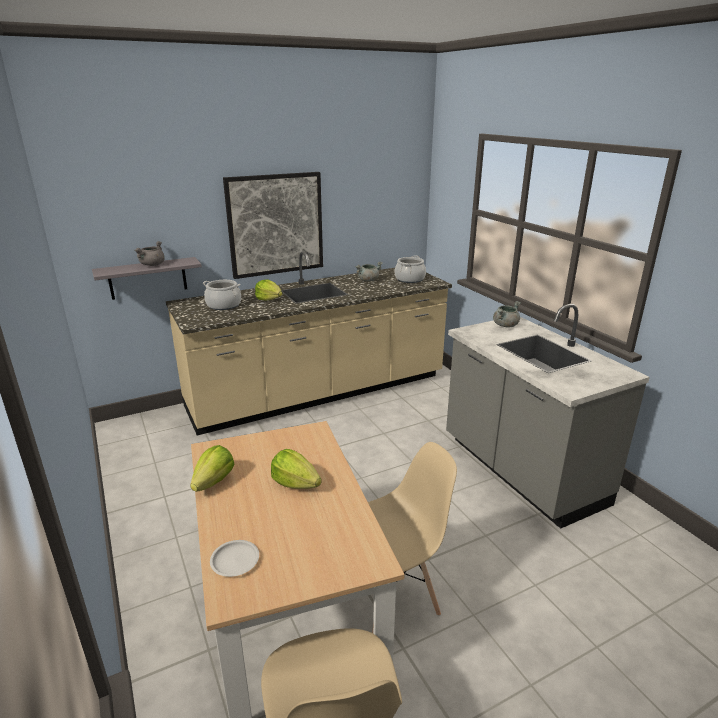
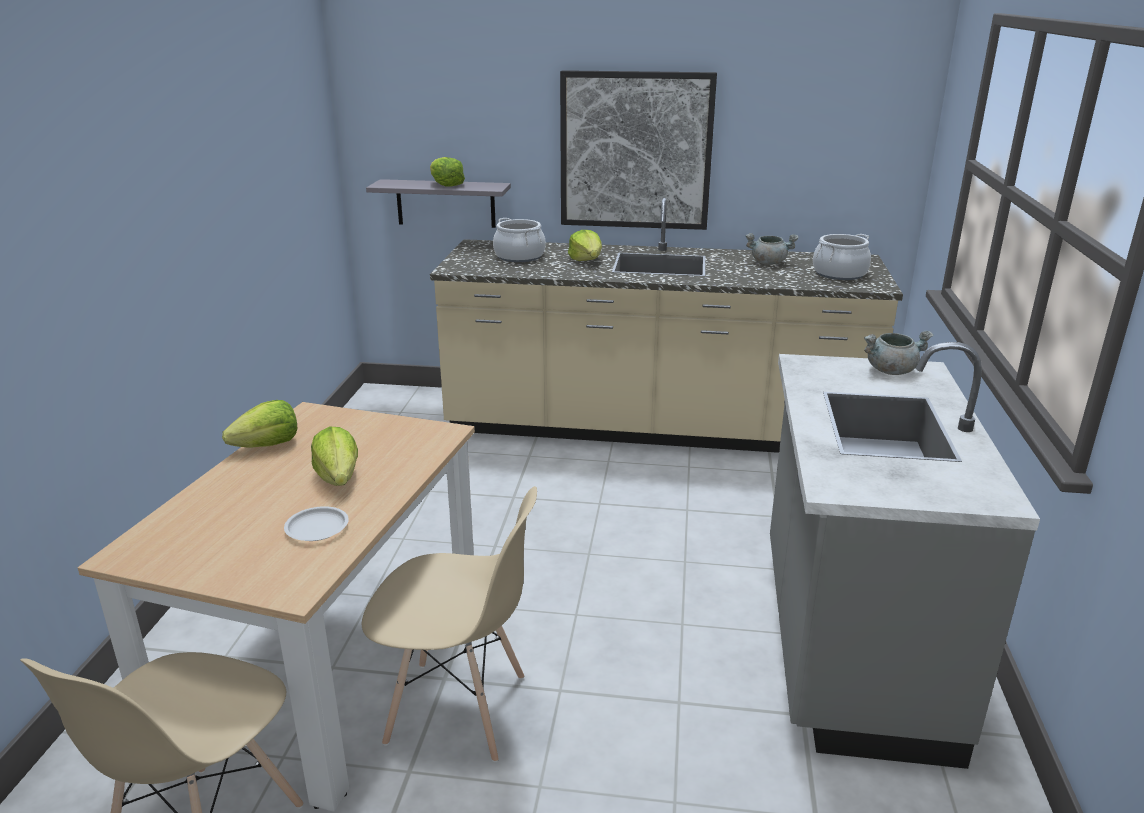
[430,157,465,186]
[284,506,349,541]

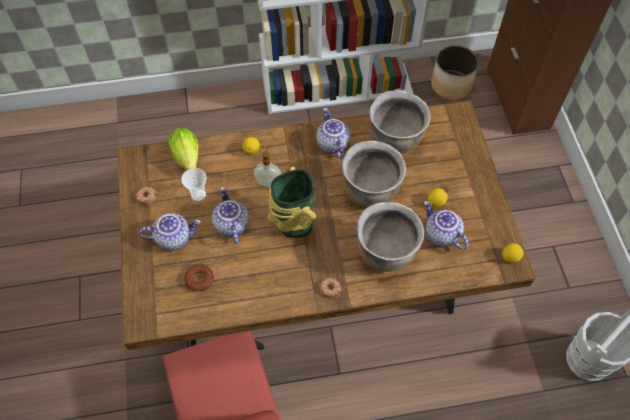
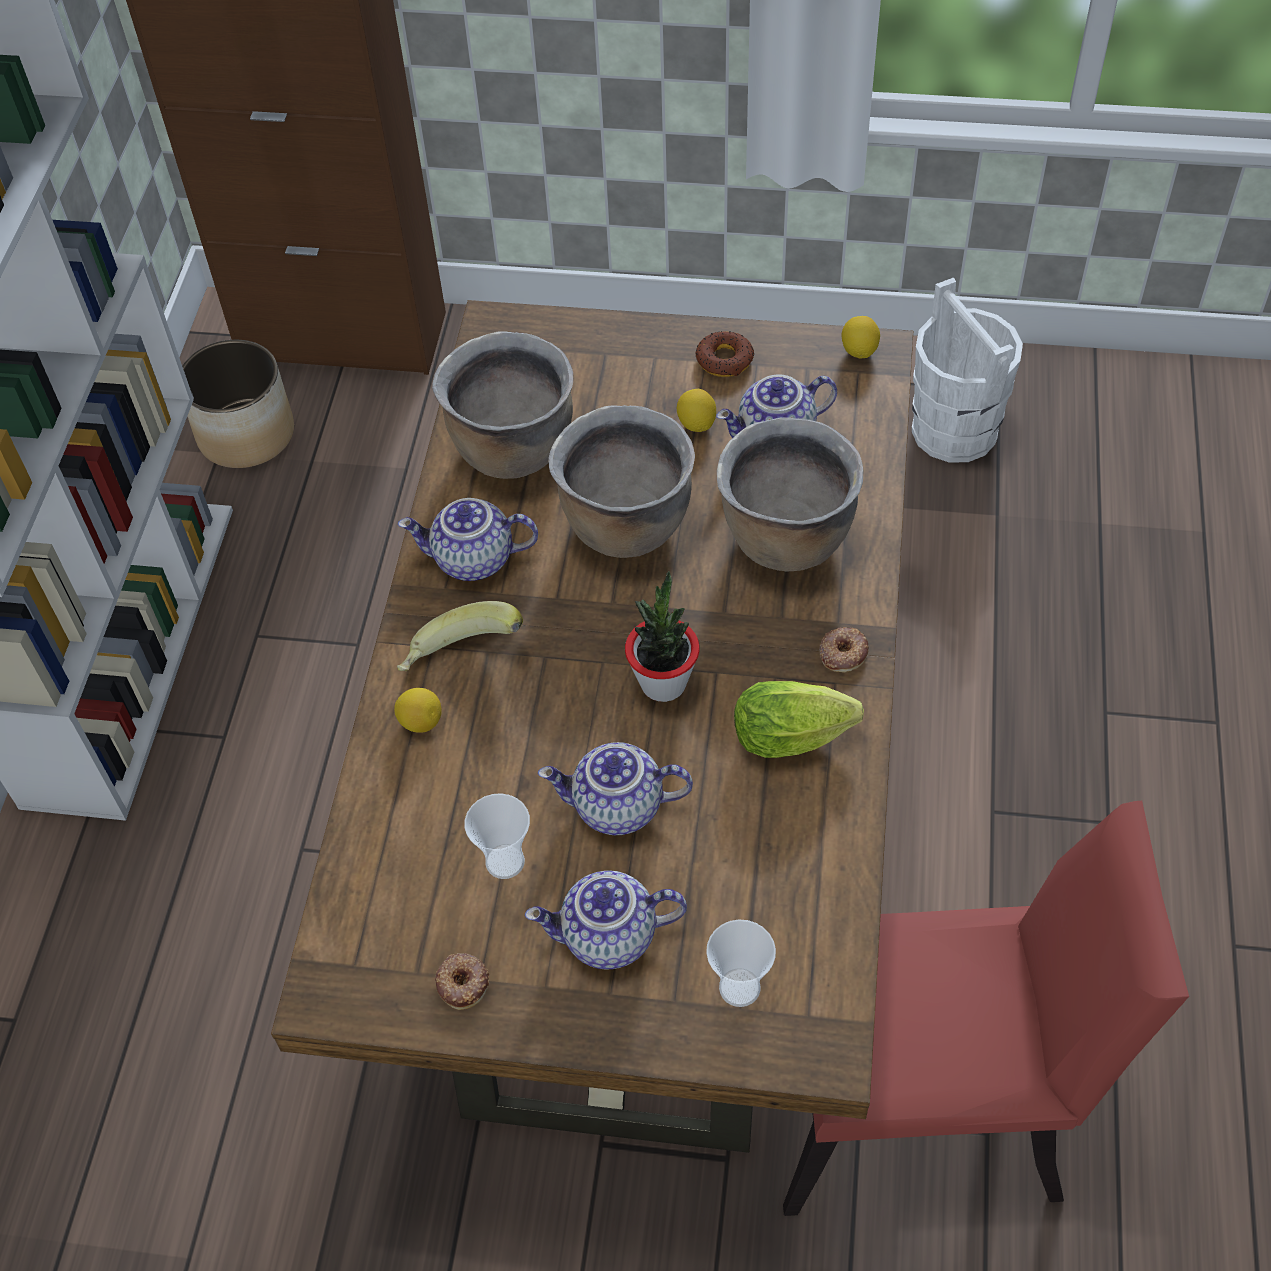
[525,870,687,969]
[734,681,864,758]
[696,331,754,377]
[254,147,281,187] (first image)
[625,571,700,702]
[397,601,523,671]
[706,919,776,1007]

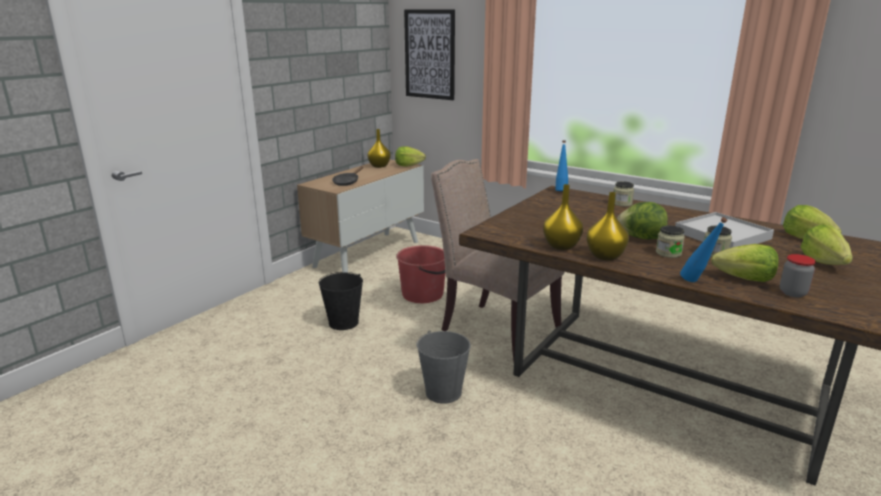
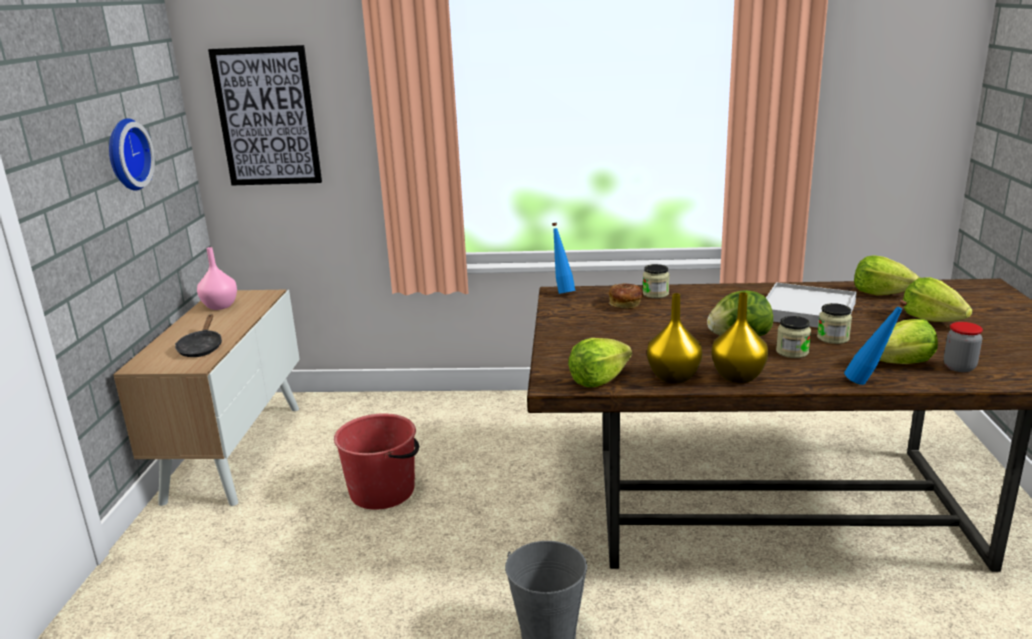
[319,272,363,330] (first image)
[197,247,237,310]
[568,338,632,387]
[431,159,564,361] (first image)
[109,118,155,191]
[609,283,643,309]

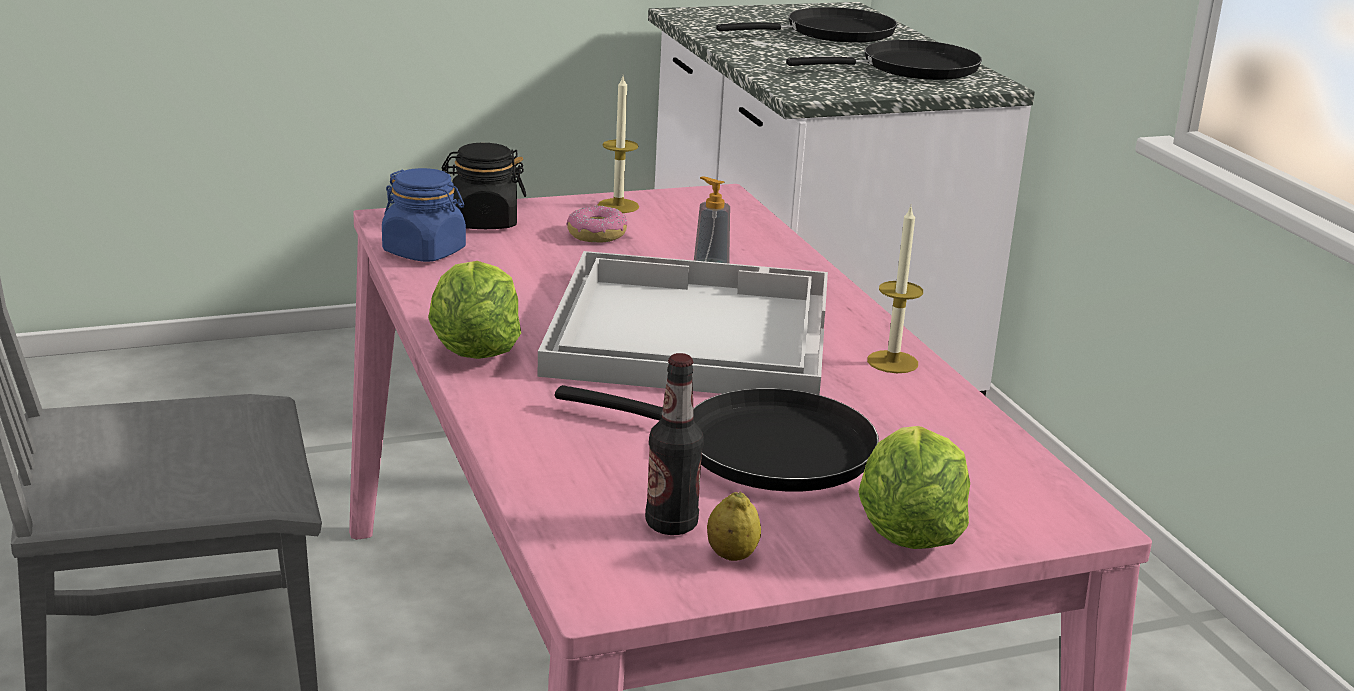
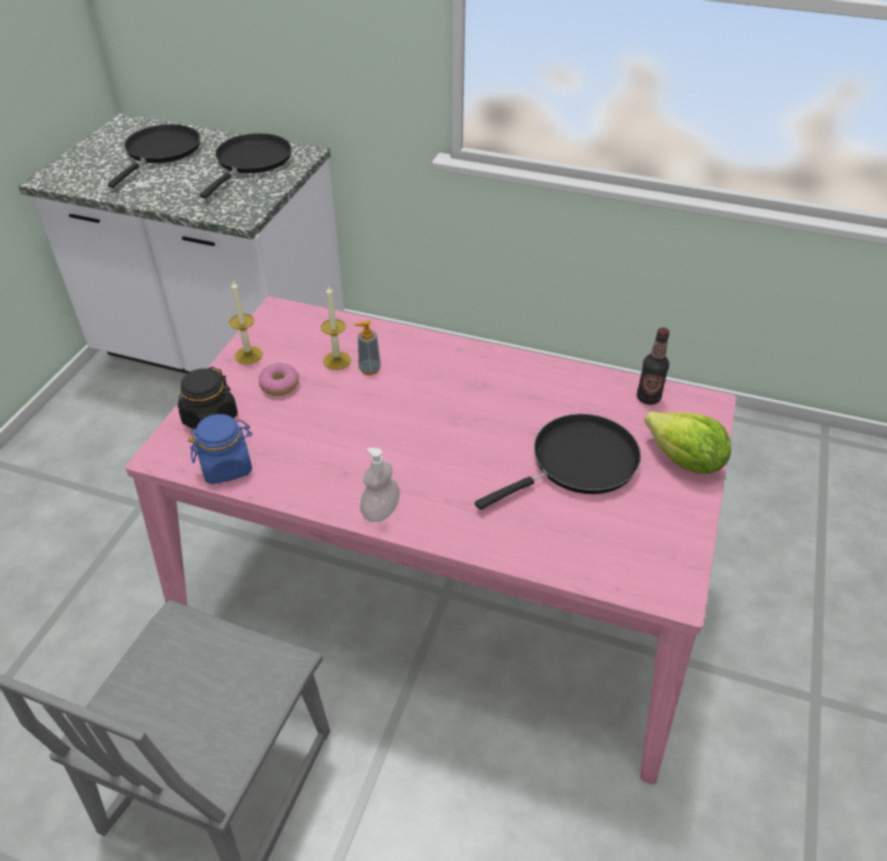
[360,448,400,522]
[537,251,828,395] (first image)
[637,327,670,405]
[707,491,761,561] (first image)
[321,285,351,370]

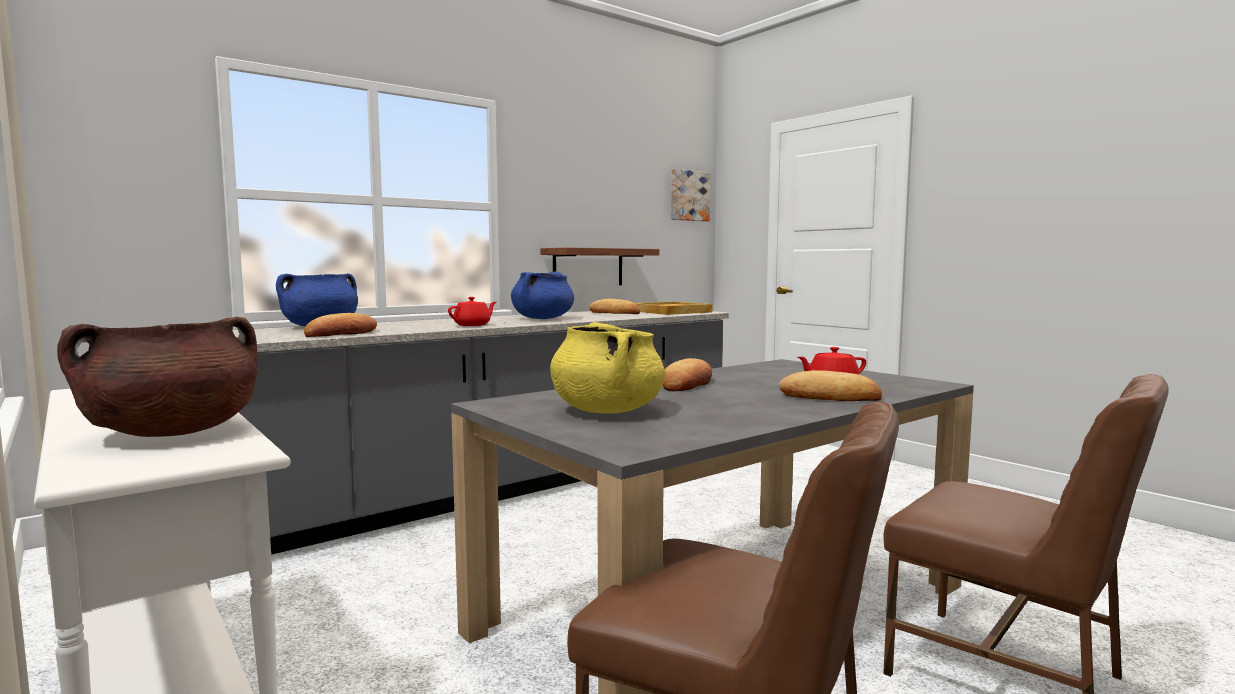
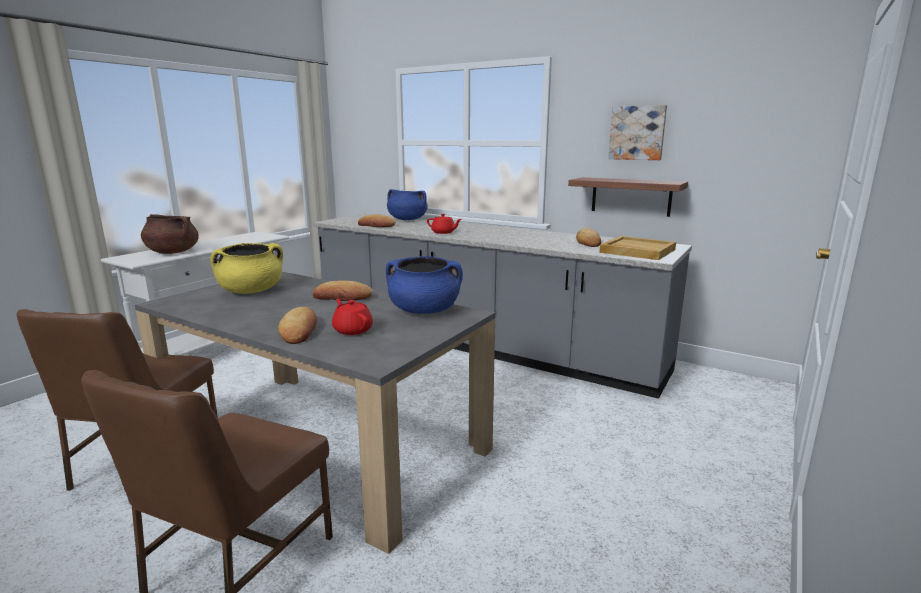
[386,256,463,314]
[608,105,667,160]

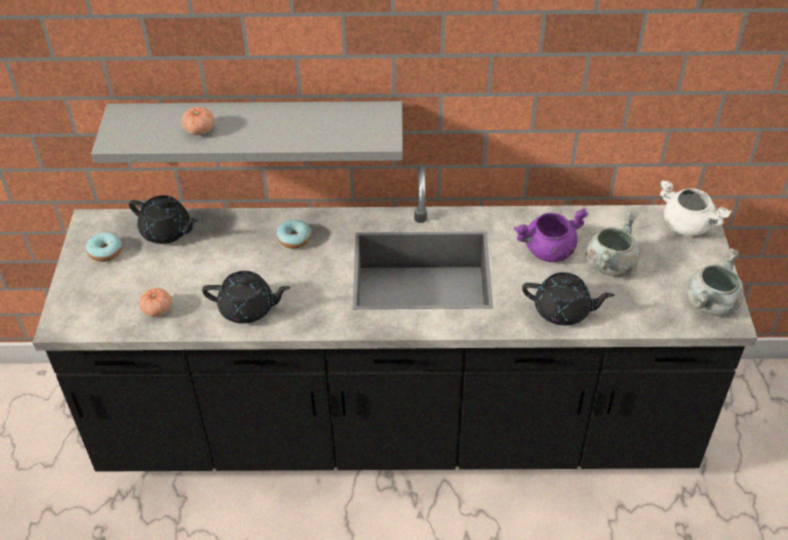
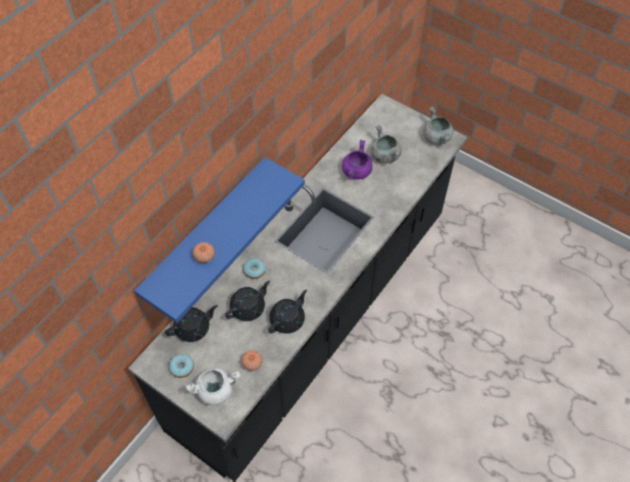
[134,157,305,323]
[225,281,270,321]
[186,368,241,405]

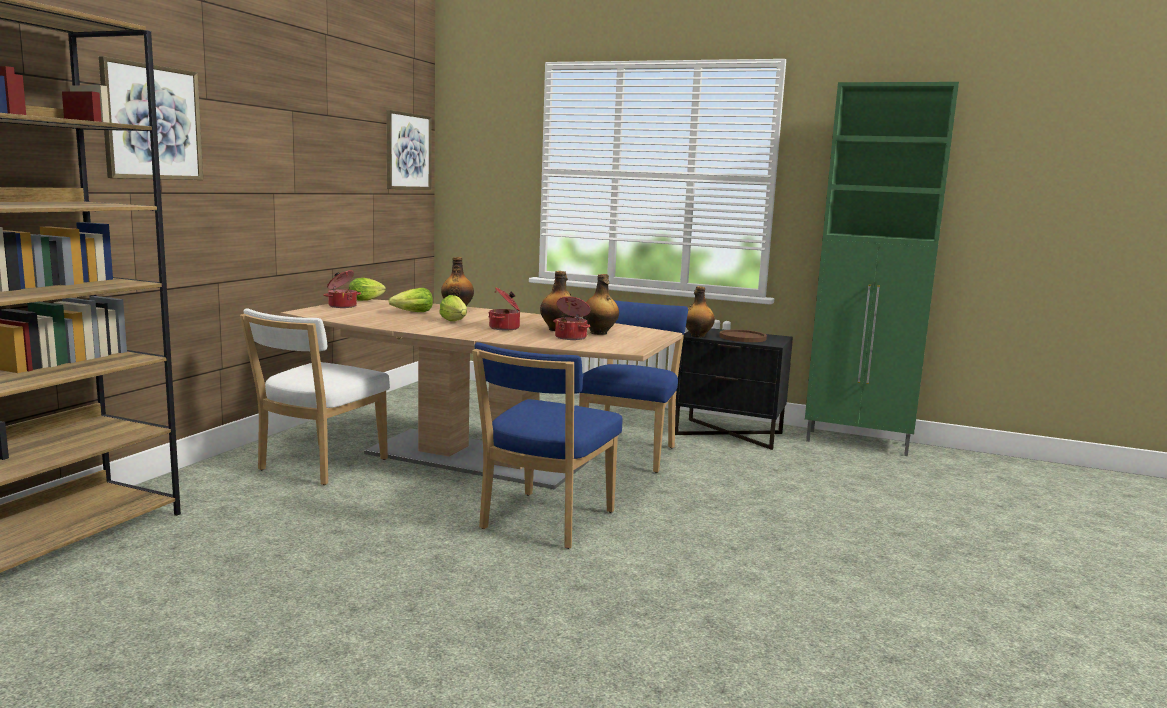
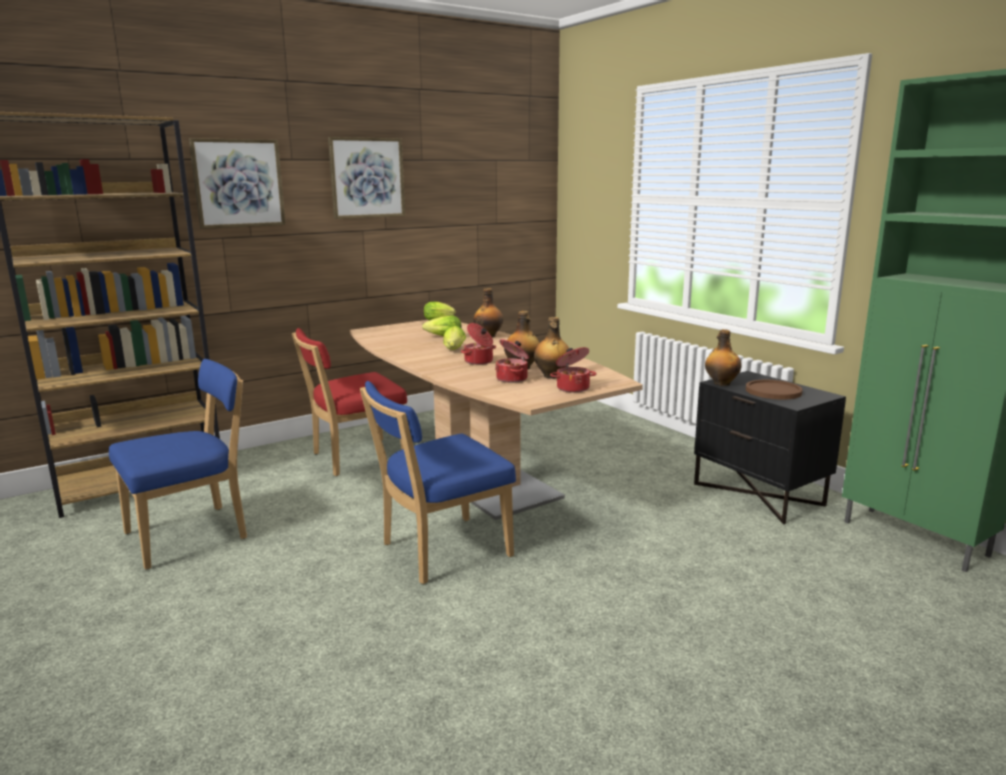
[292,328,407,476]
[550,347,596,393]
[328,137,405,219]
[109,359,247,570]

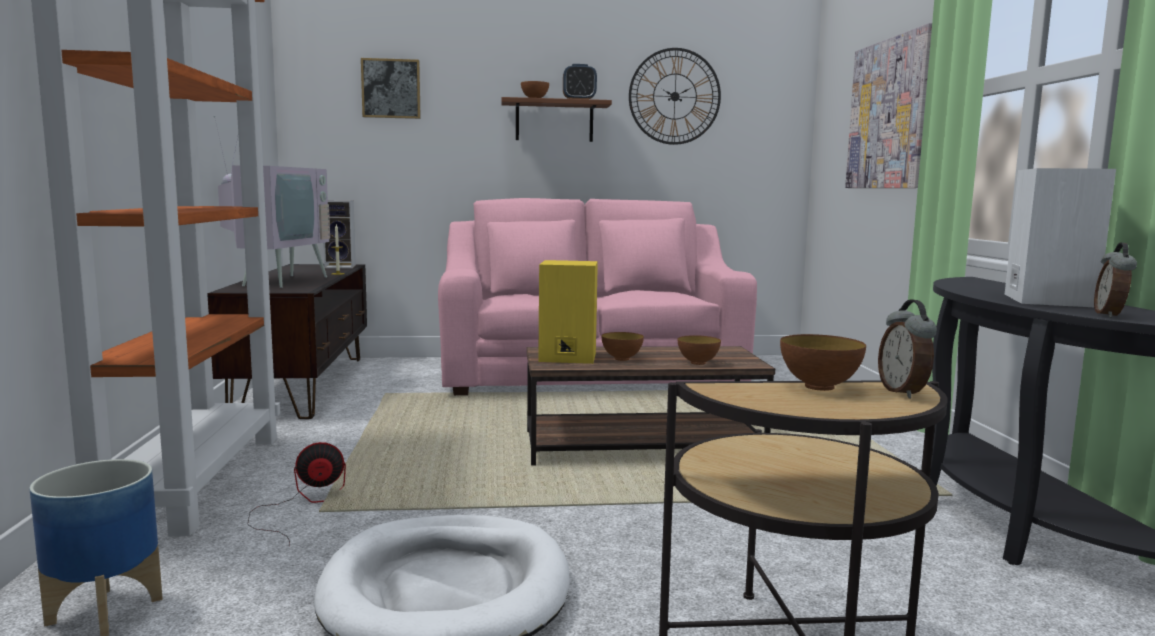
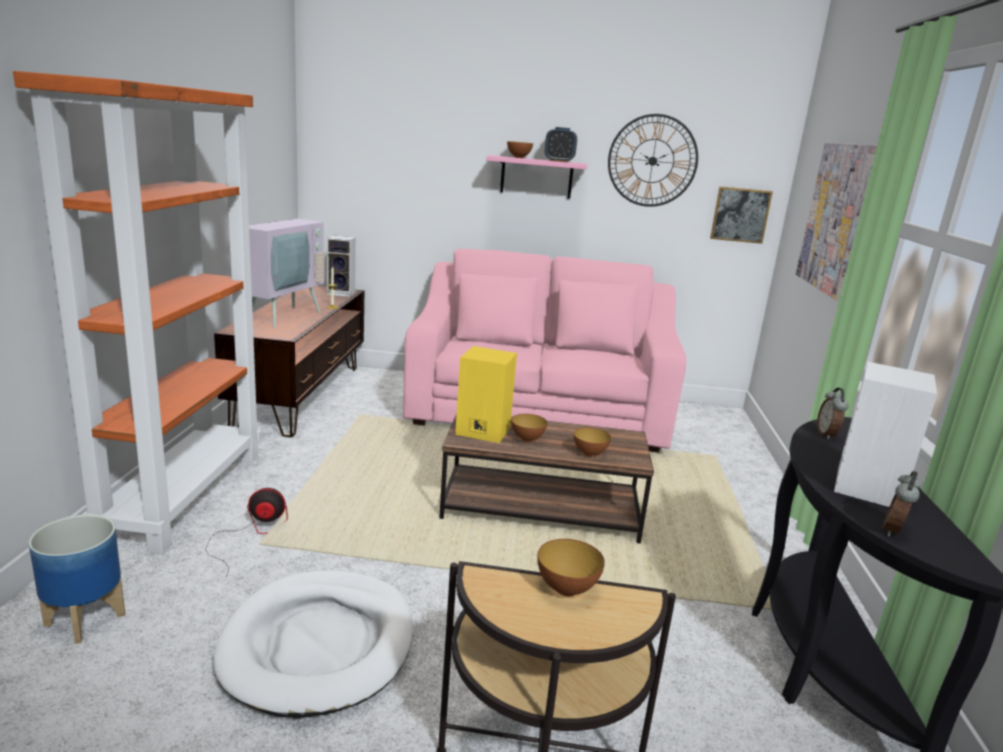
[710,187,773,244]
[486,155,588,199]
[817,388,849,439]

